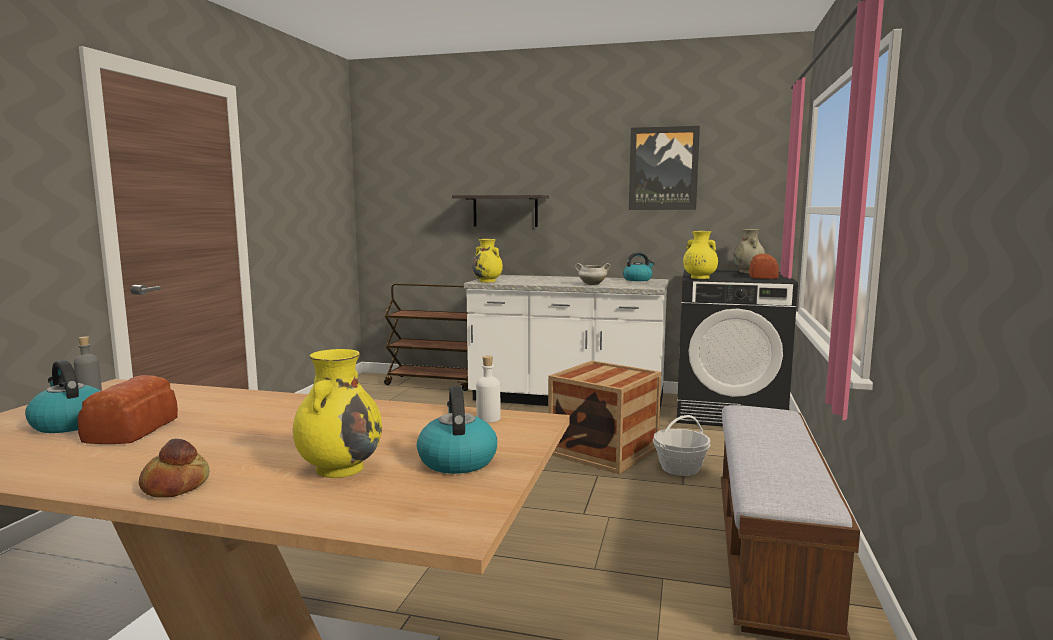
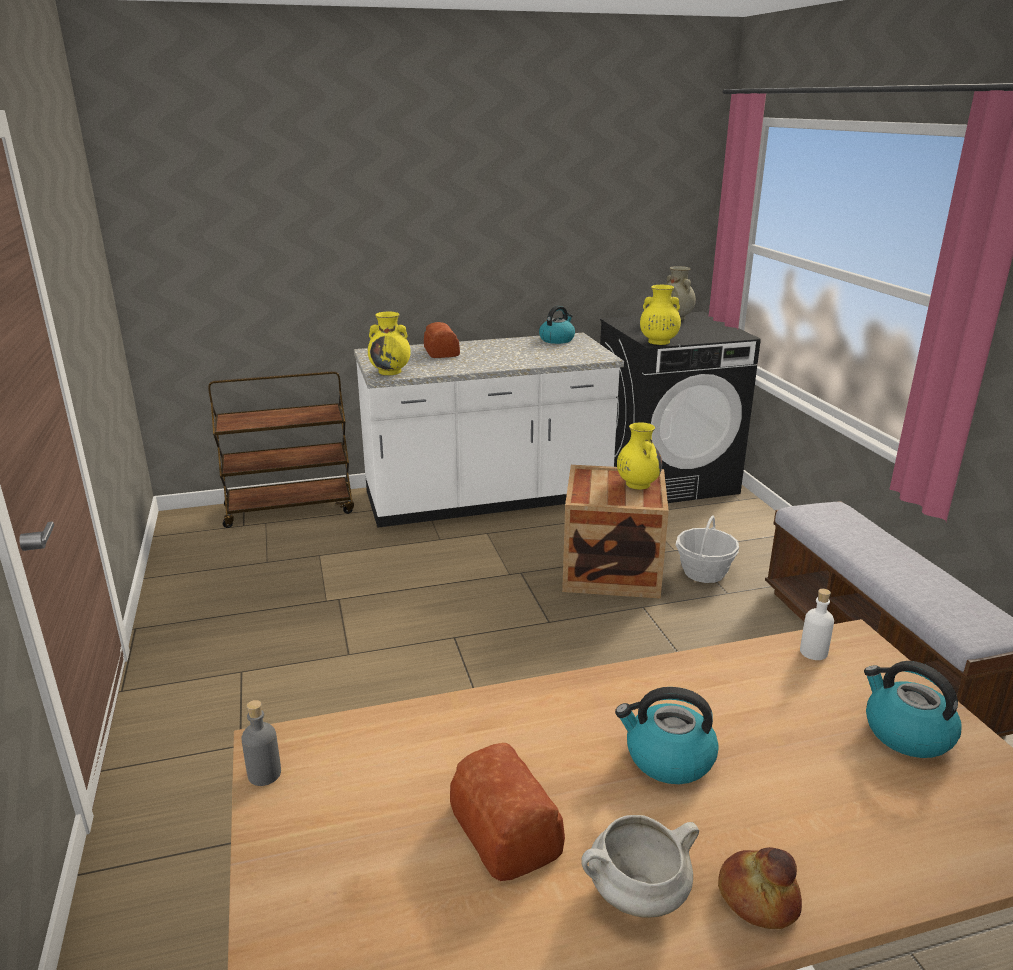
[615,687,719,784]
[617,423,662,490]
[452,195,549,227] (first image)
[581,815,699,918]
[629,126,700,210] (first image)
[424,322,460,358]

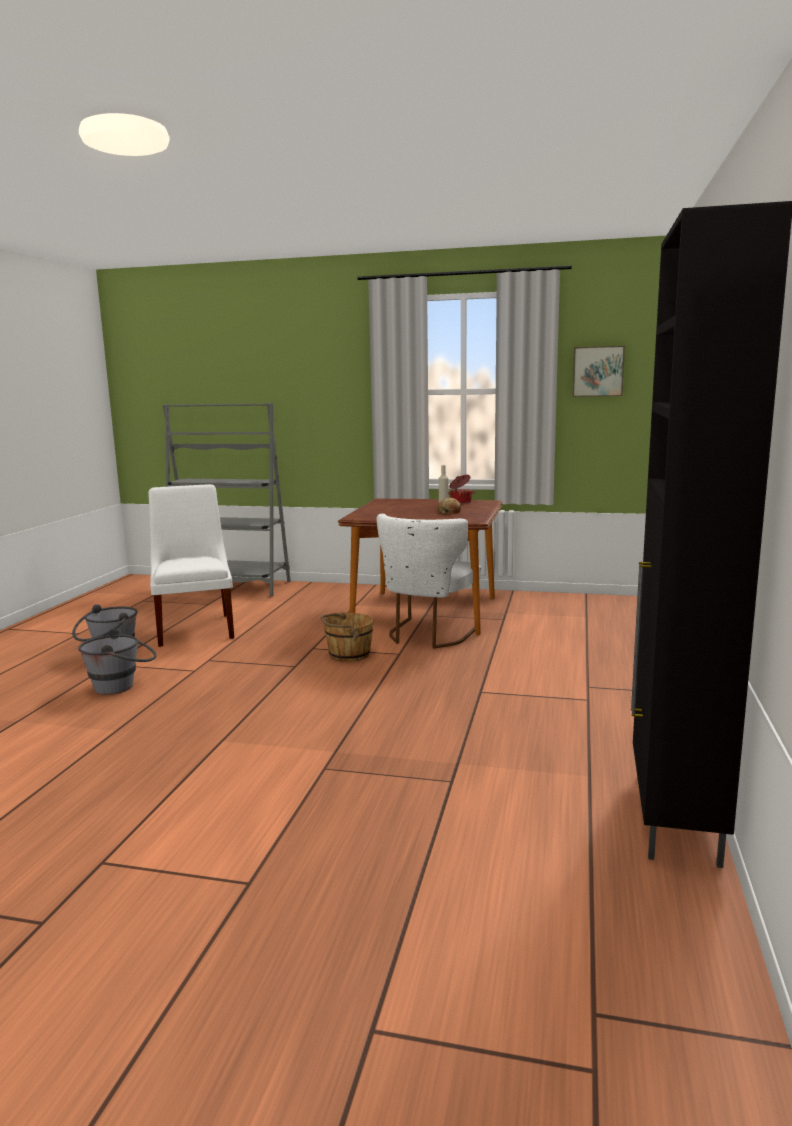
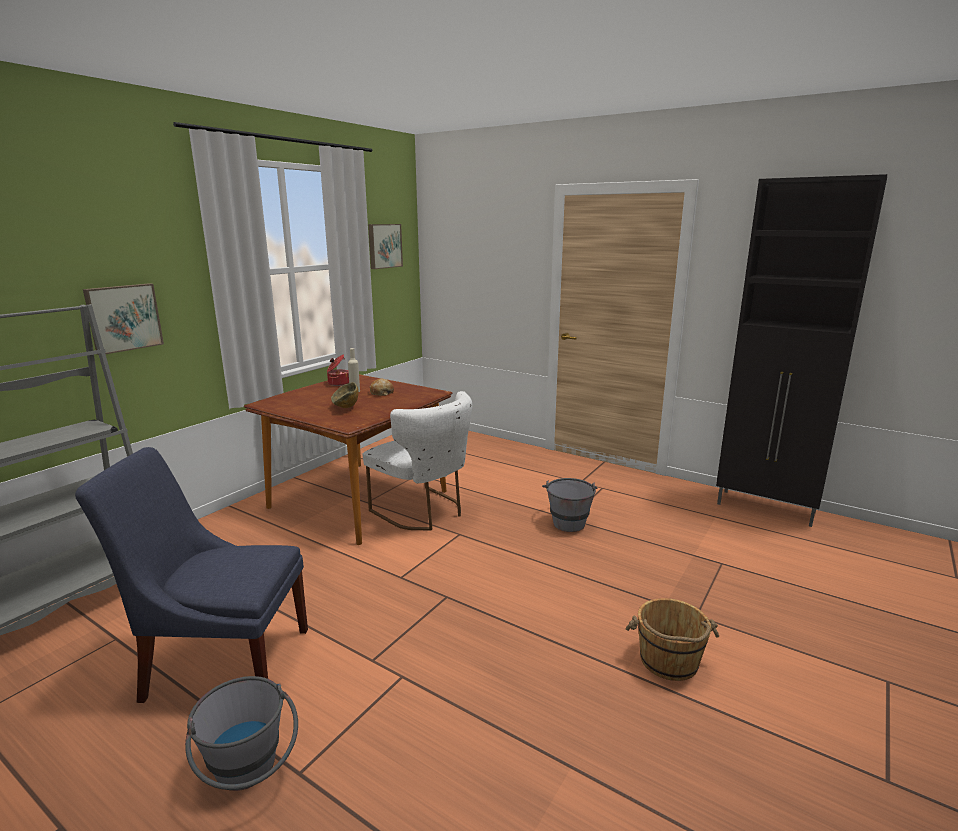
[542,478,598,532]
[75,447,308,703]
[625,598,719,681]
[83,283,164,355]
[331,382,359,408]

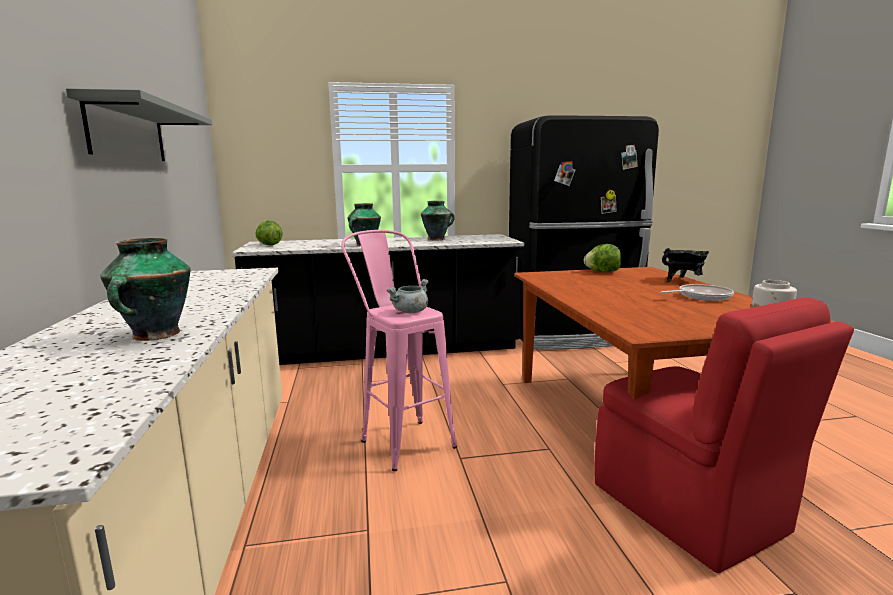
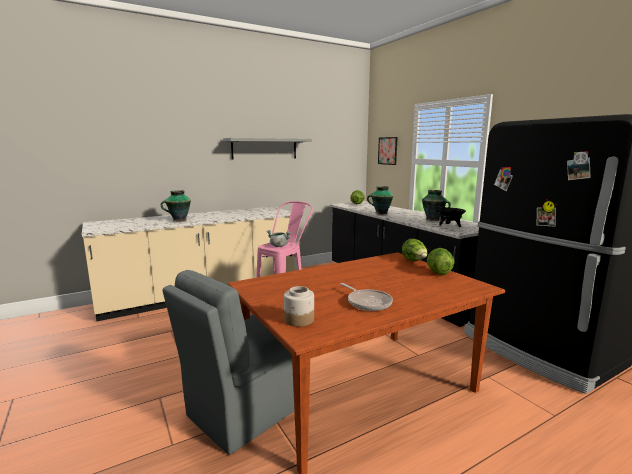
[162,270,294,455]
[437,204,466,227]
[378,137,398,165]
[402,239,427,261]

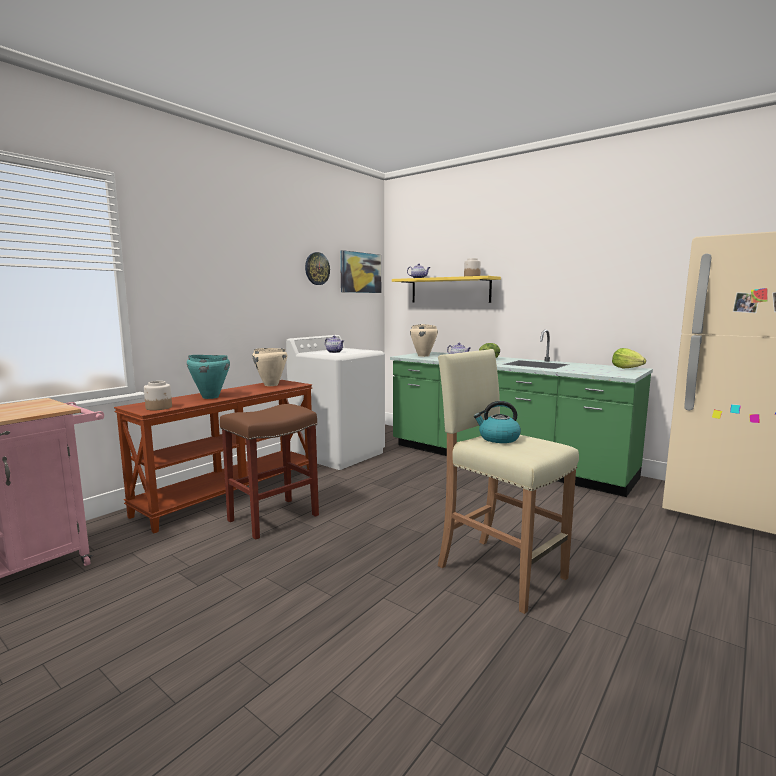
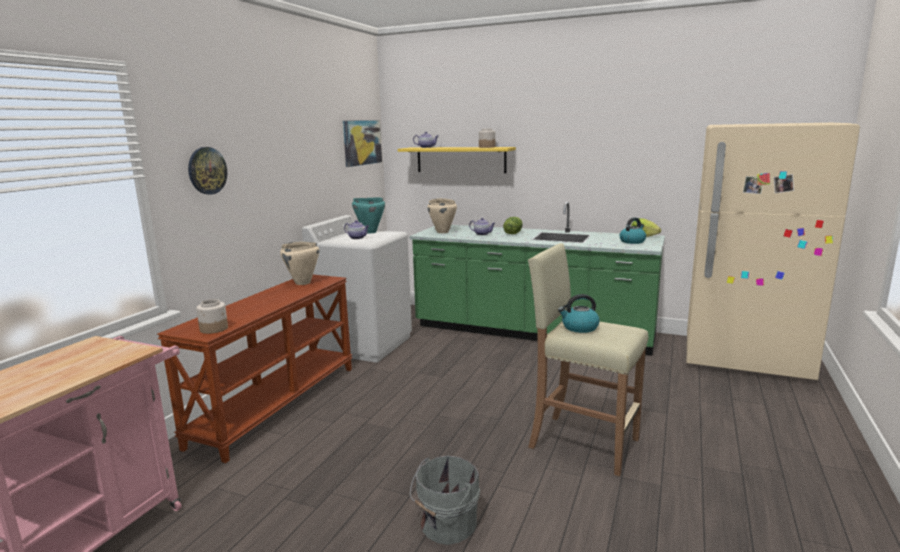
[352,198,385,234]
[220,404,319,540] (first image)
[188,147,227,195]
[410,456,480,545]
[619,217,646,244]

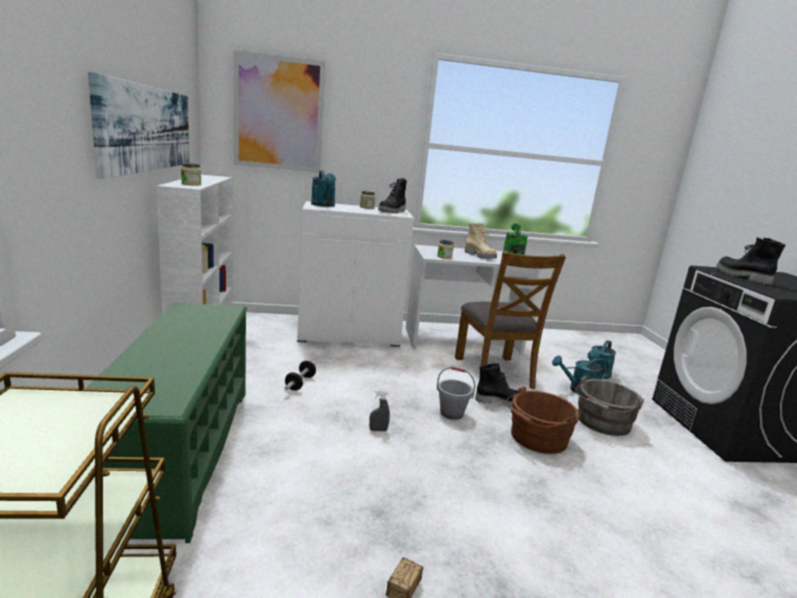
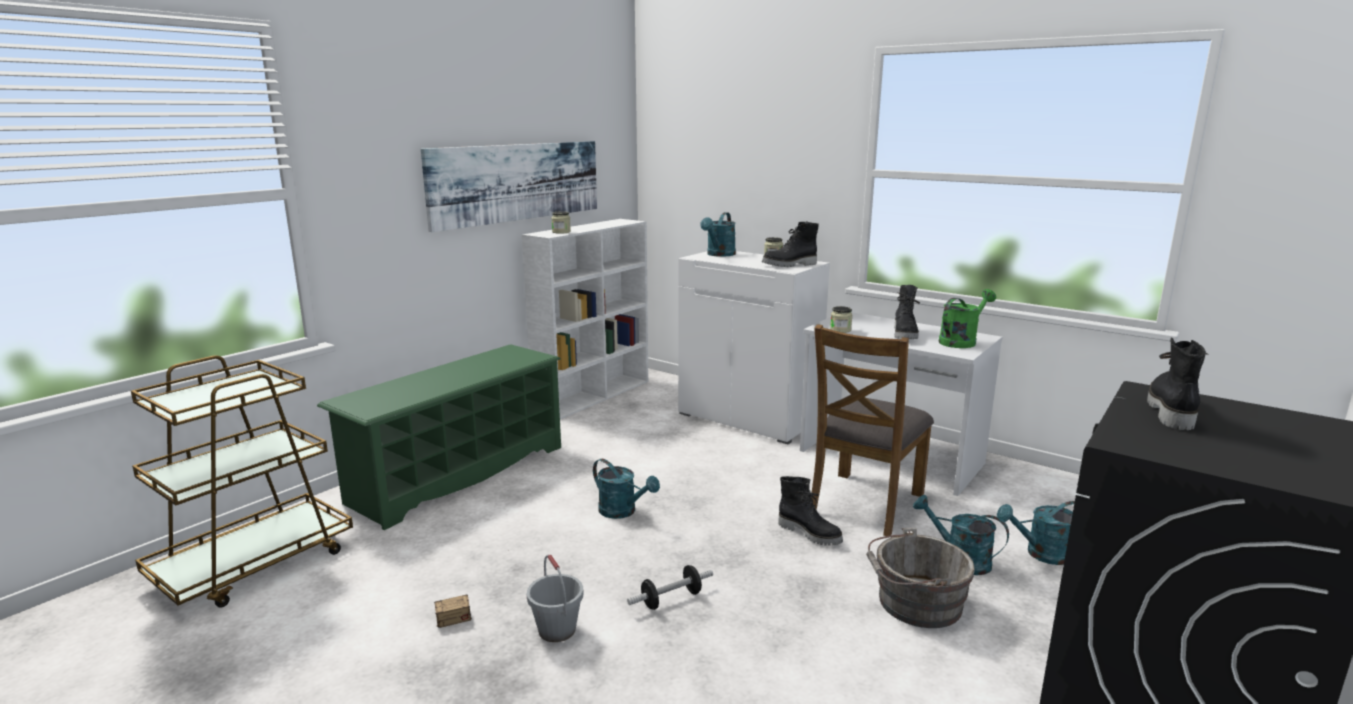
[234,50,325,173] (first image)
[627,565,713,610]
[593,459,660,519]
[527,555,583,642]
[894,285,920,339]
[505,387,580,454] (first image)

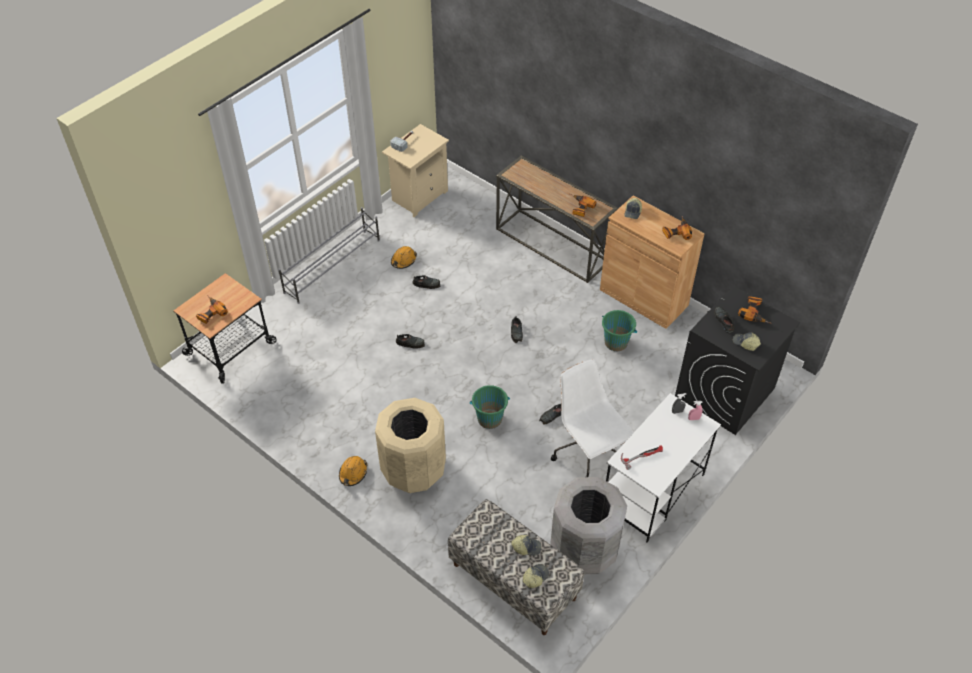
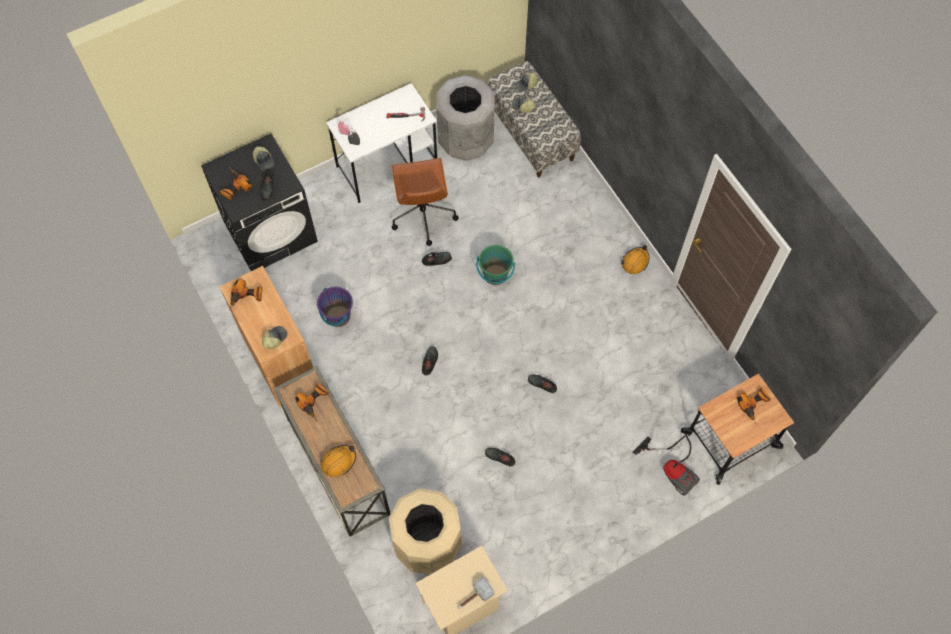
[278,207,380,304] (first image)
[389,488,461,575]
[320,445,356,477]
[391,158,459,246]
[317,287,353,327]
[633,434,700,495]

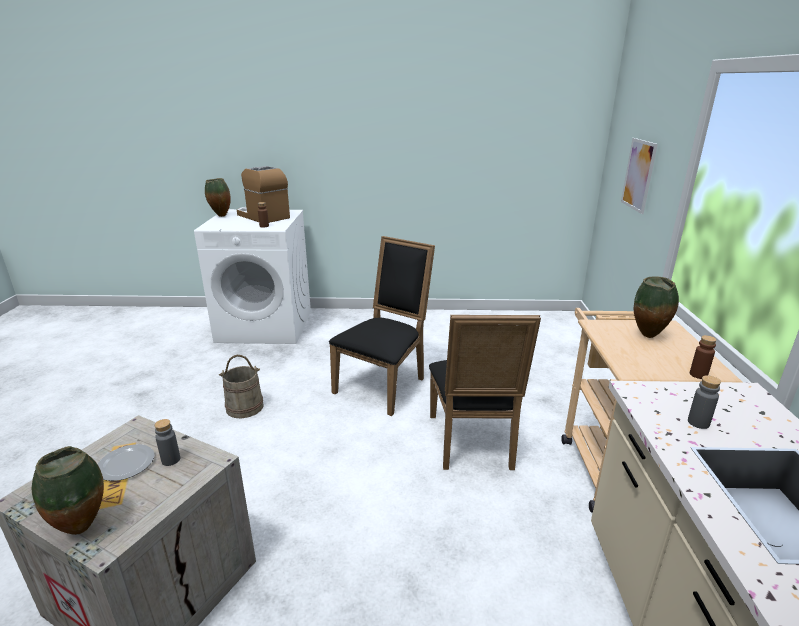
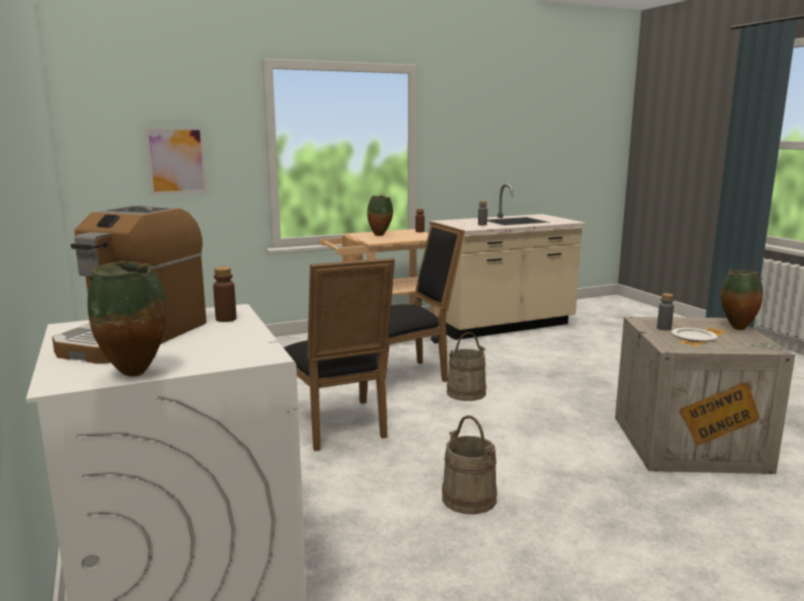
[283,258,395,451]
[447,332,486,401]

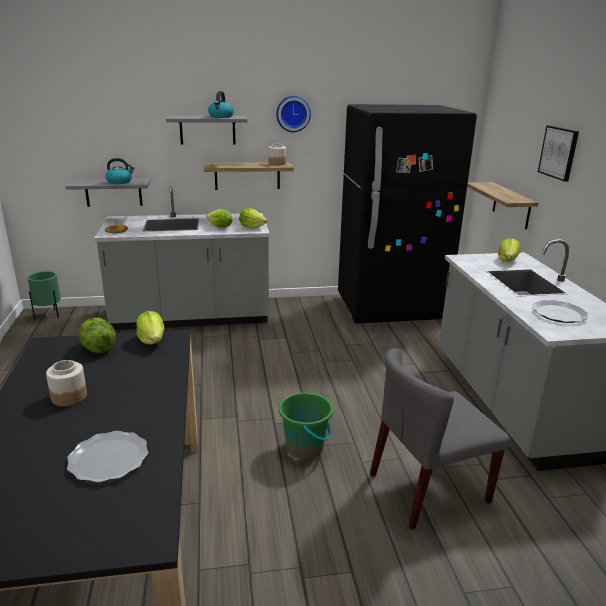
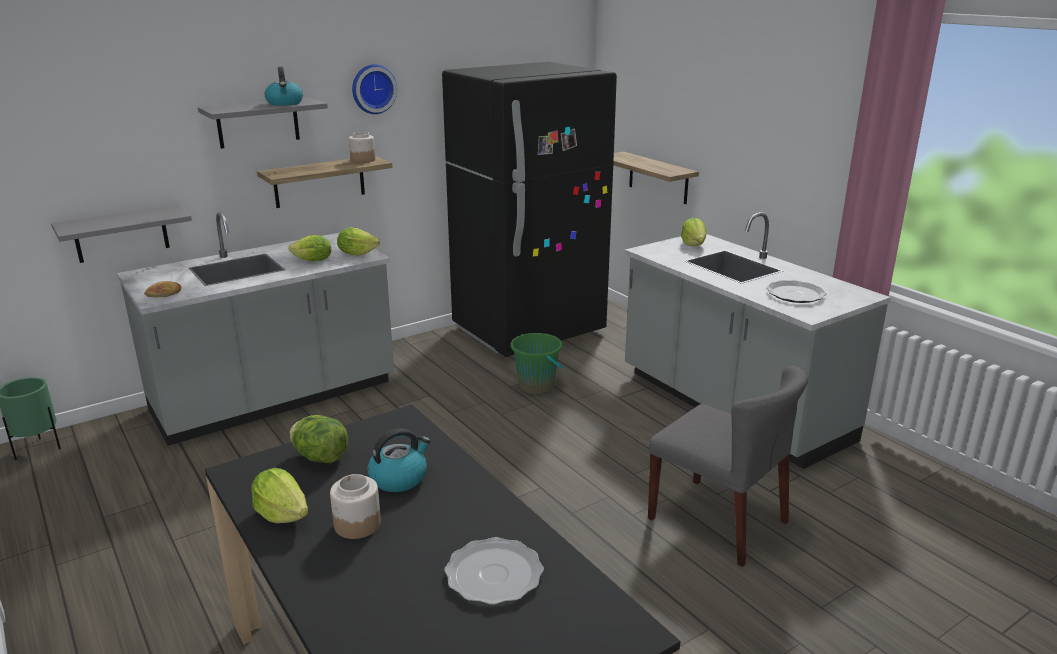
[368,428,431,492]
[251,468,308,523]
[511,333,562,394]
[648,365,808,567]
[538,125,579,182] (first image)

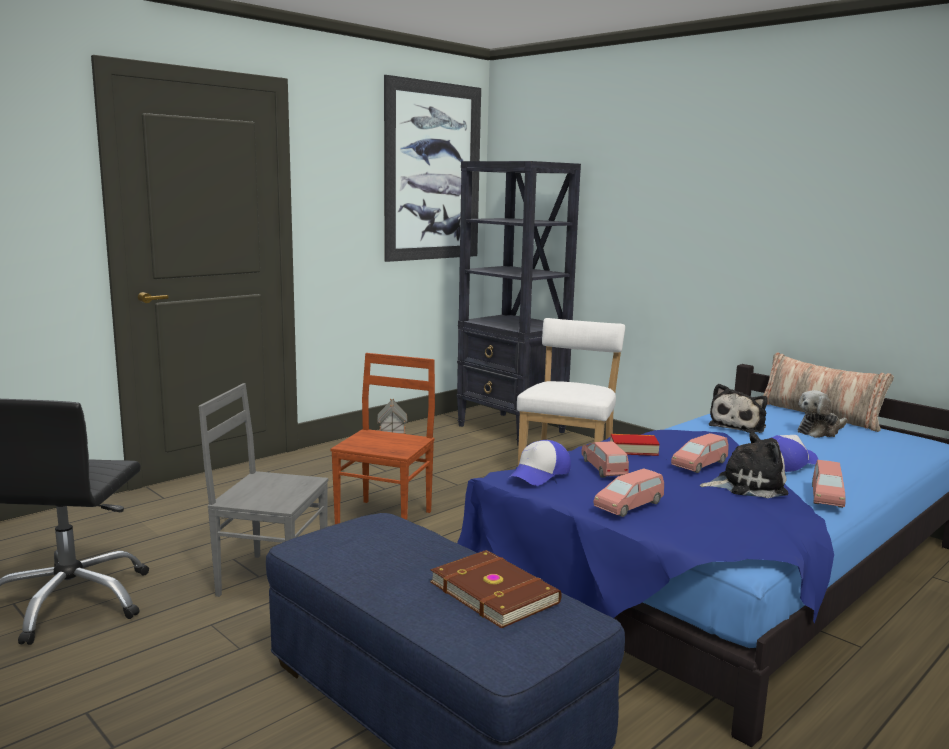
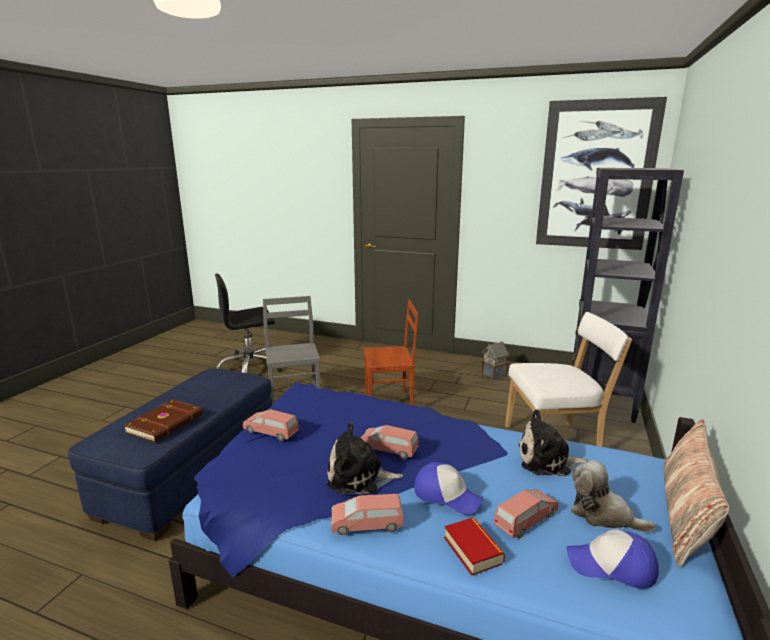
[567,529,659,589]
[493,489,559,538]
[444,518,505,576]
[327,423,403,494]

